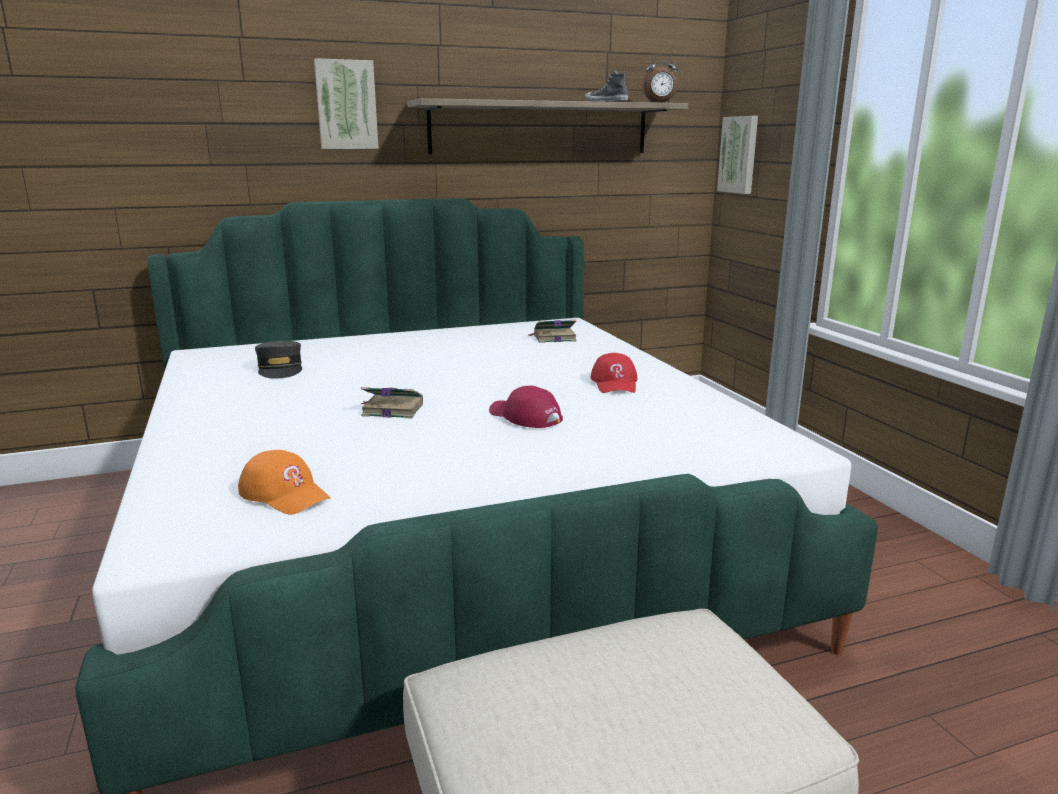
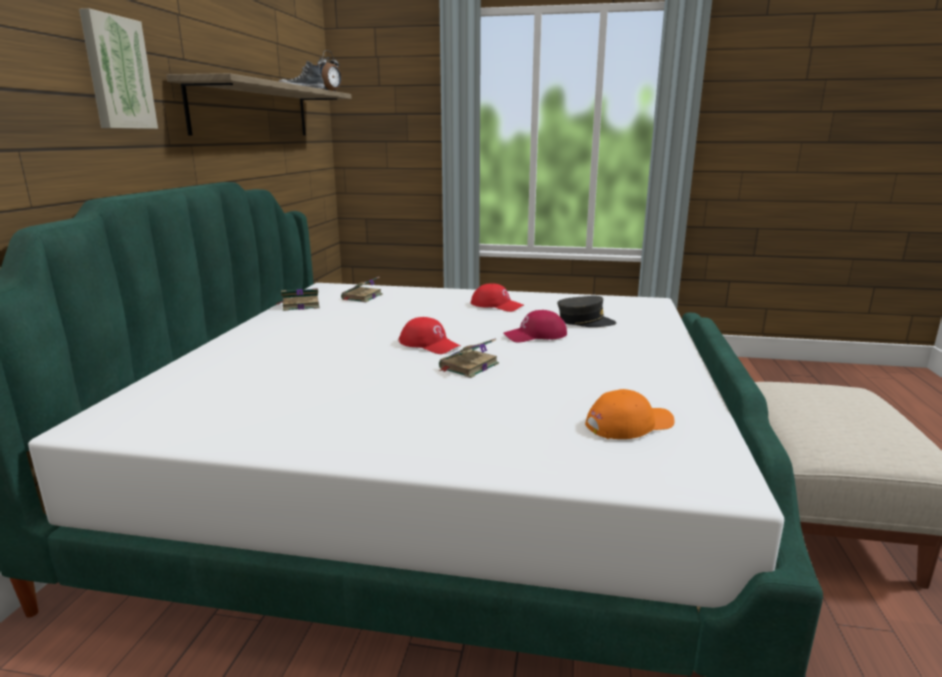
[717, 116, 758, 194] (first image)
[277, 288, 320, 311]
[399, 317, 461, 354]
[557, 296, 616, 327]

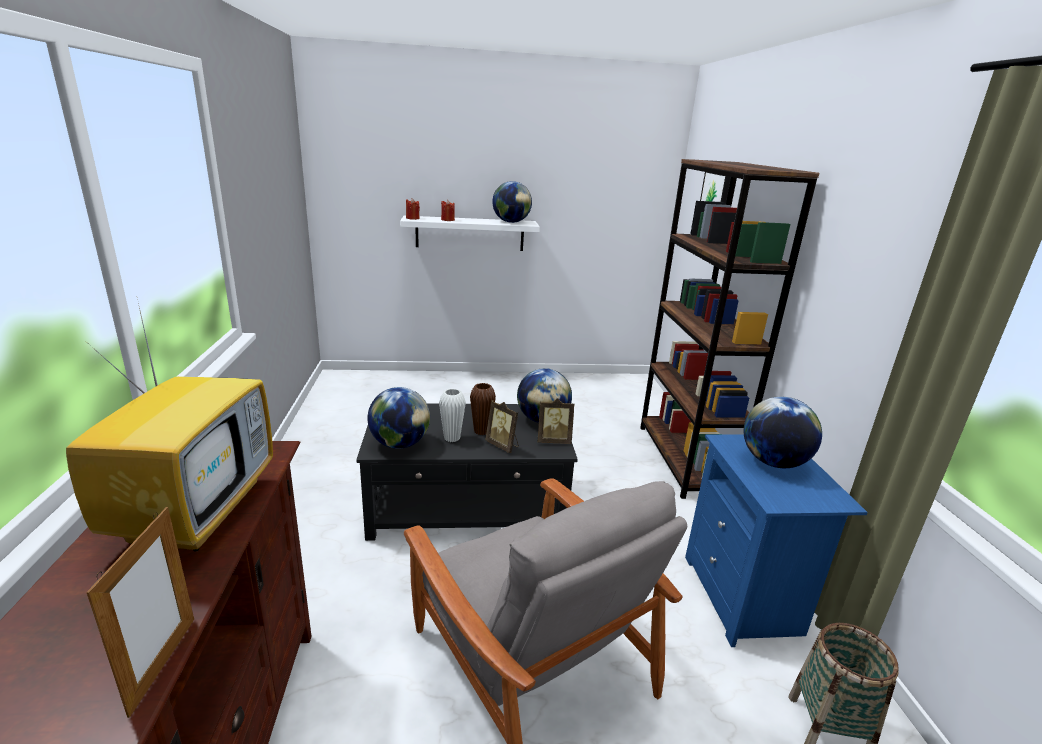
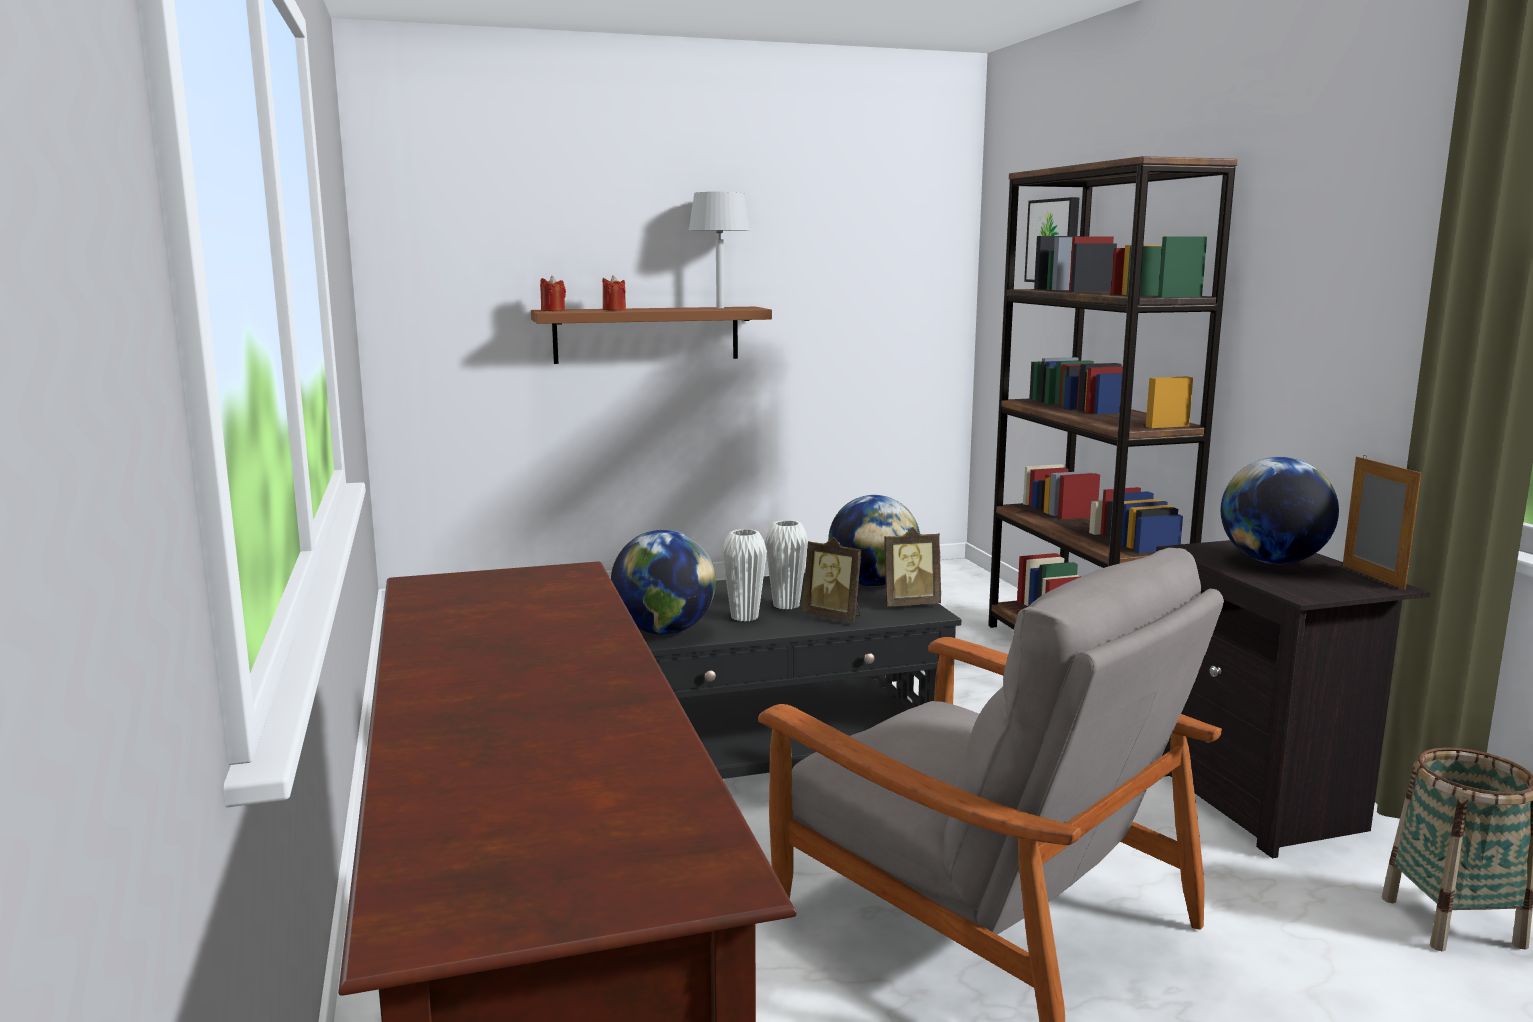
[66, 303, 273, 552] (first image)
[1343, 456, 1422, 590]
[689, 192, 750, 308]
[531, 307, 772, 364]
[765, 520, 808, 610]
[1156, 540, 1430, 858]

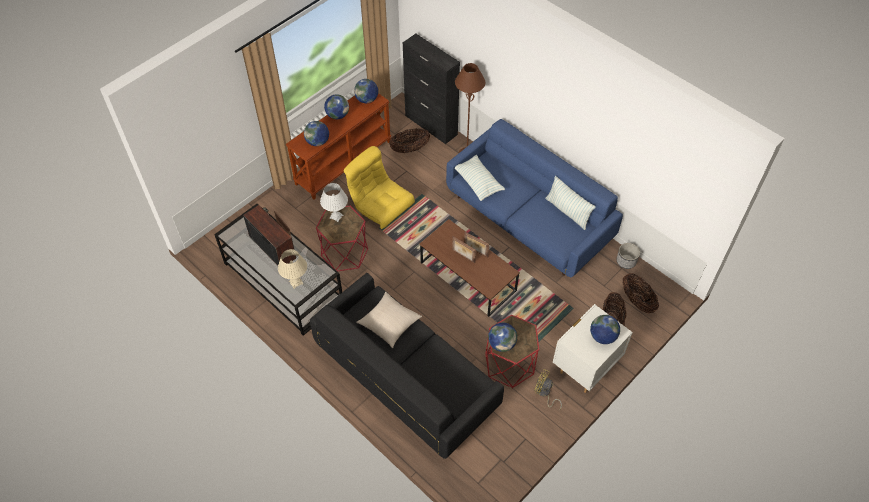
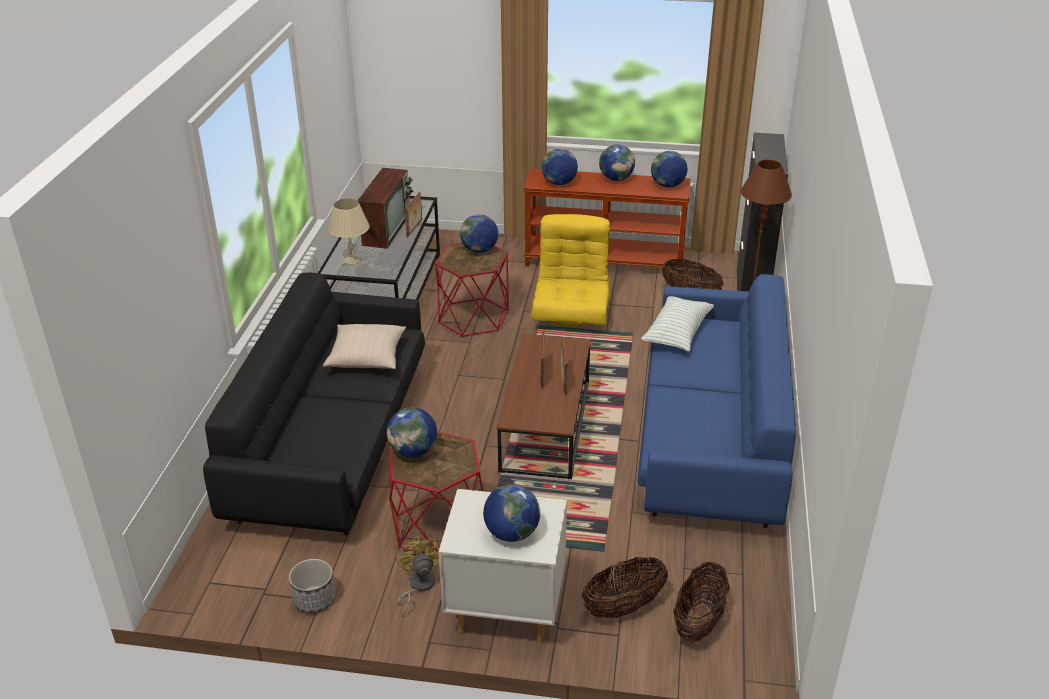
[545, 176, 596, 230] (first image)
[288, 559, 335, 613]
[460, 214, 498, 253]

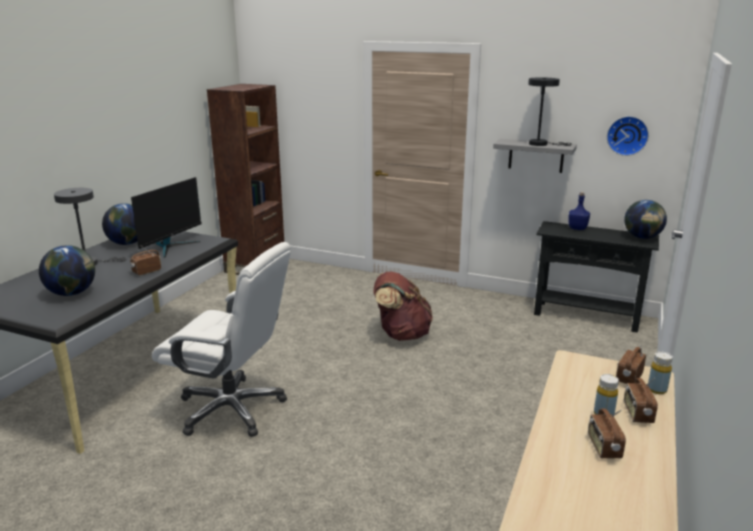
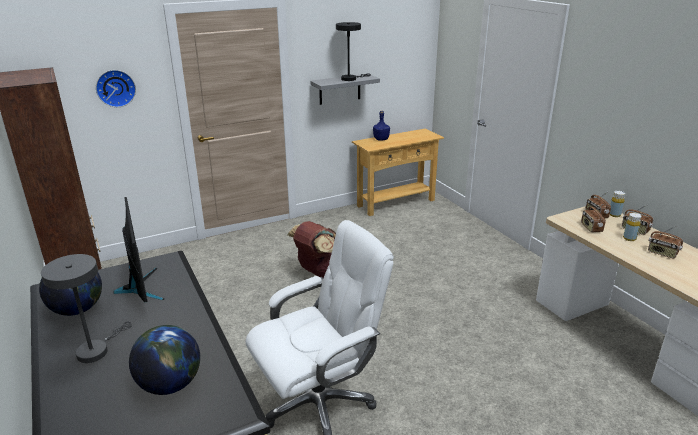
[624, 200, 667, 239] (first image)
[581, 205, 606, 232]
[96, 70, 136, 107]
[352, 128, 444, 216]

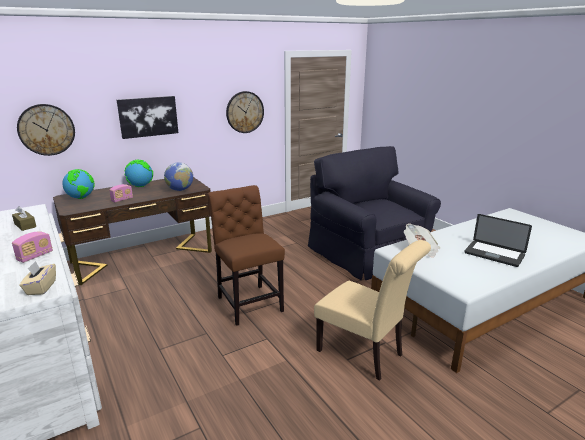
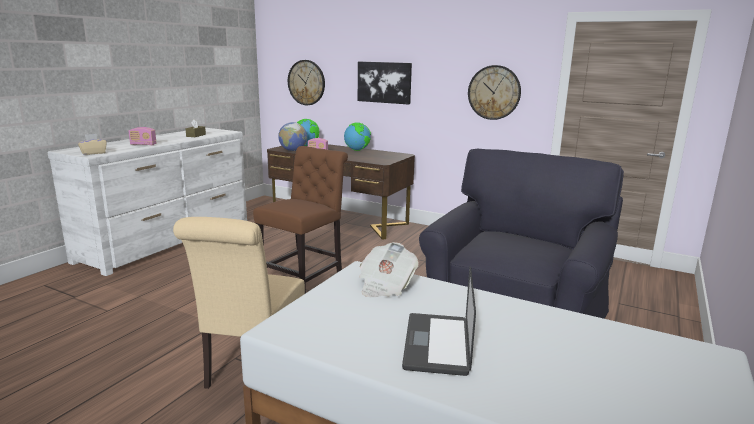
[278, 122, 307, 151]

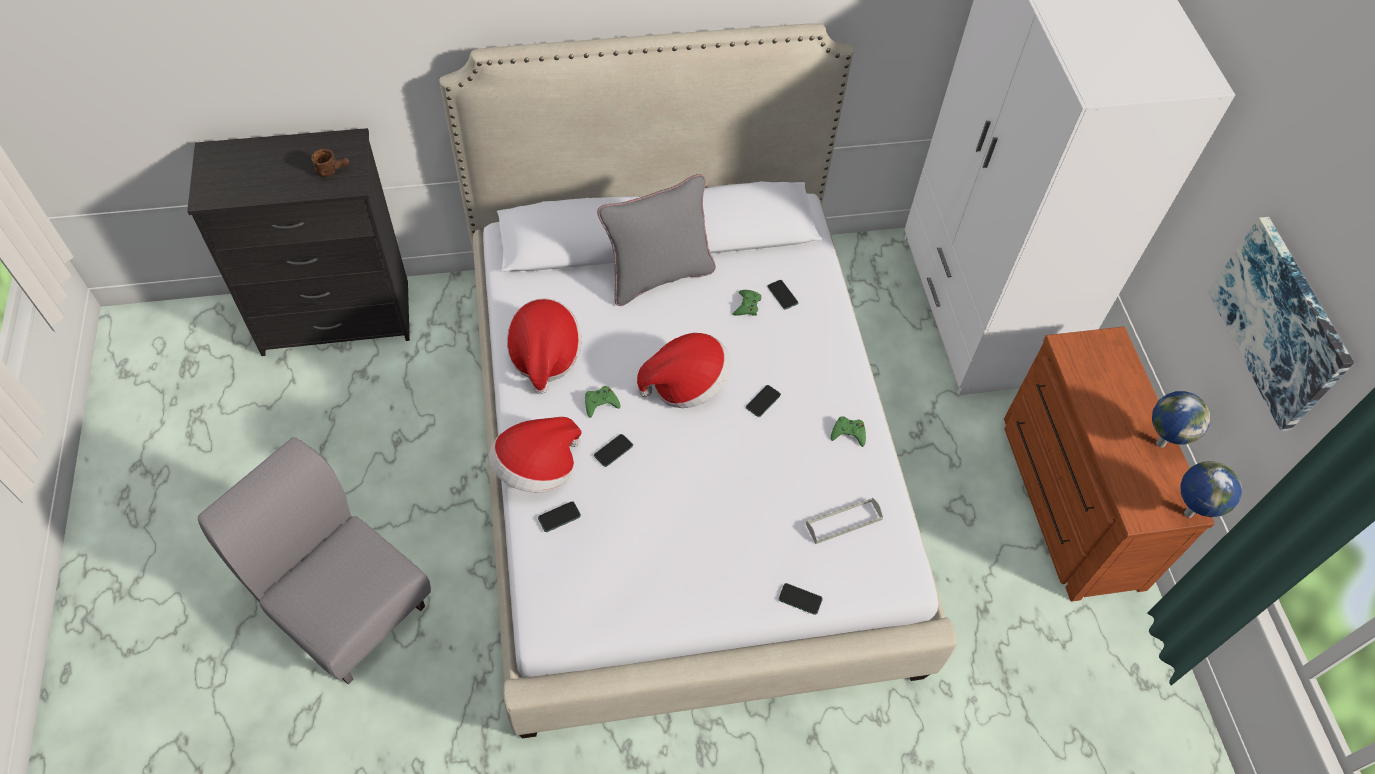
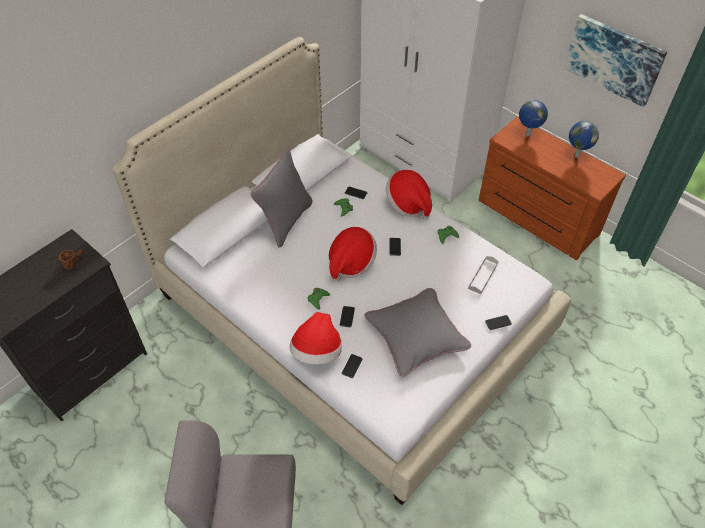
[364, 288, 471, 377]
[386, 170, 432, 220]
[519, 100, 548, 137]

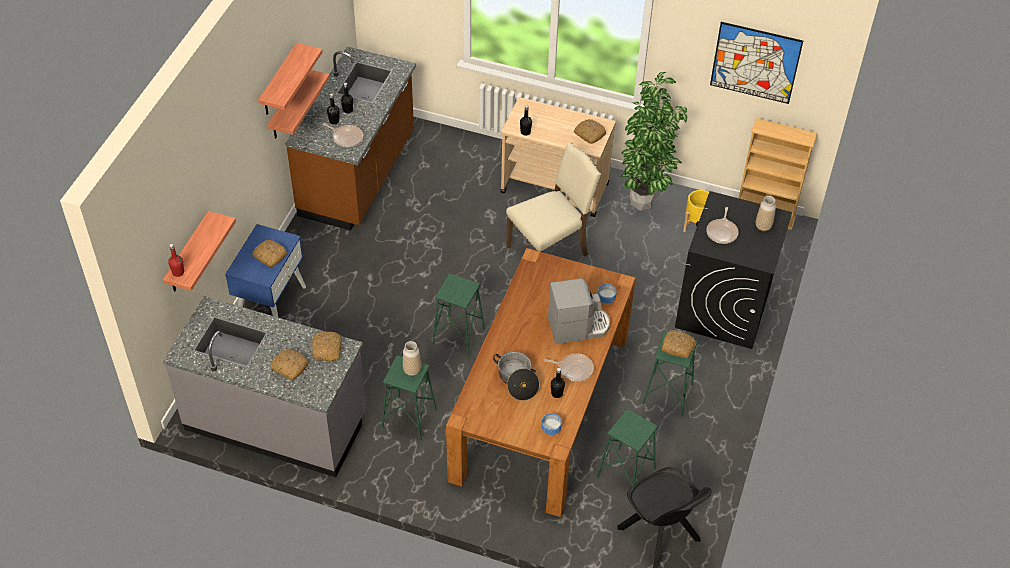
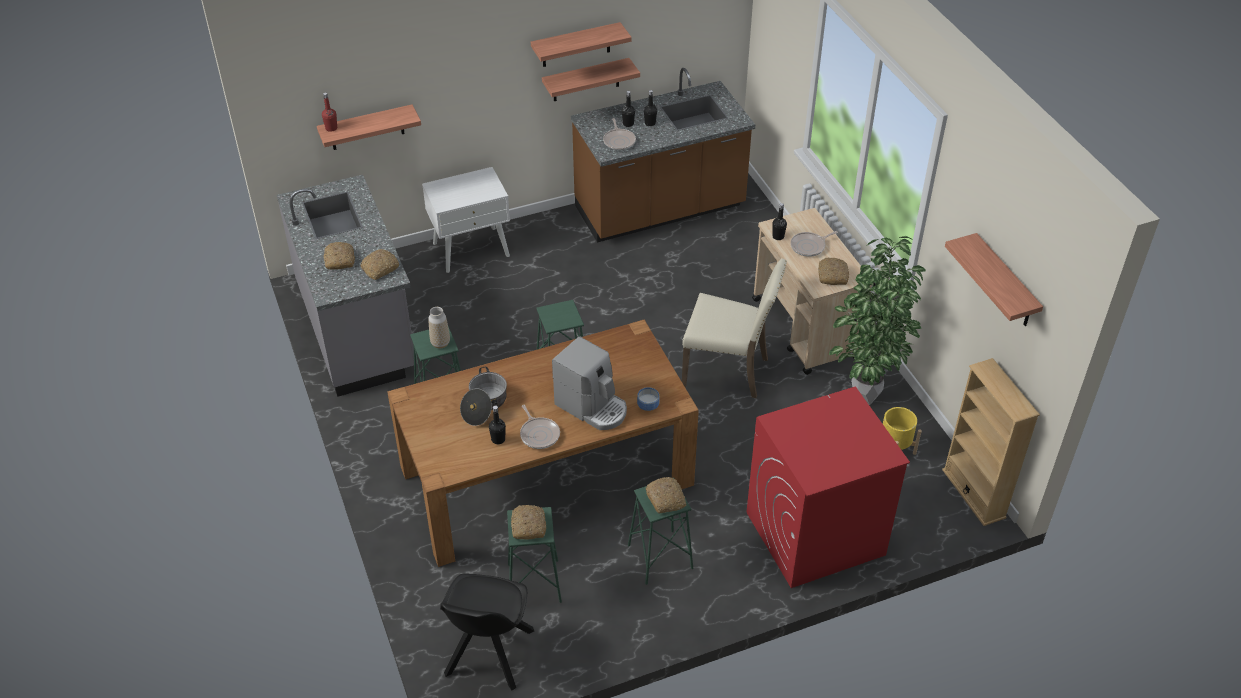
[542, 413, 562, 435] (first image)
[756, 196, 776, 231] (first image)
[511, 505, 546, 540]
[790, 231, 838, 257]
[945, 233, 1043, 326]
[422, 167, 510, 273]
[746, 387, 910, 588]

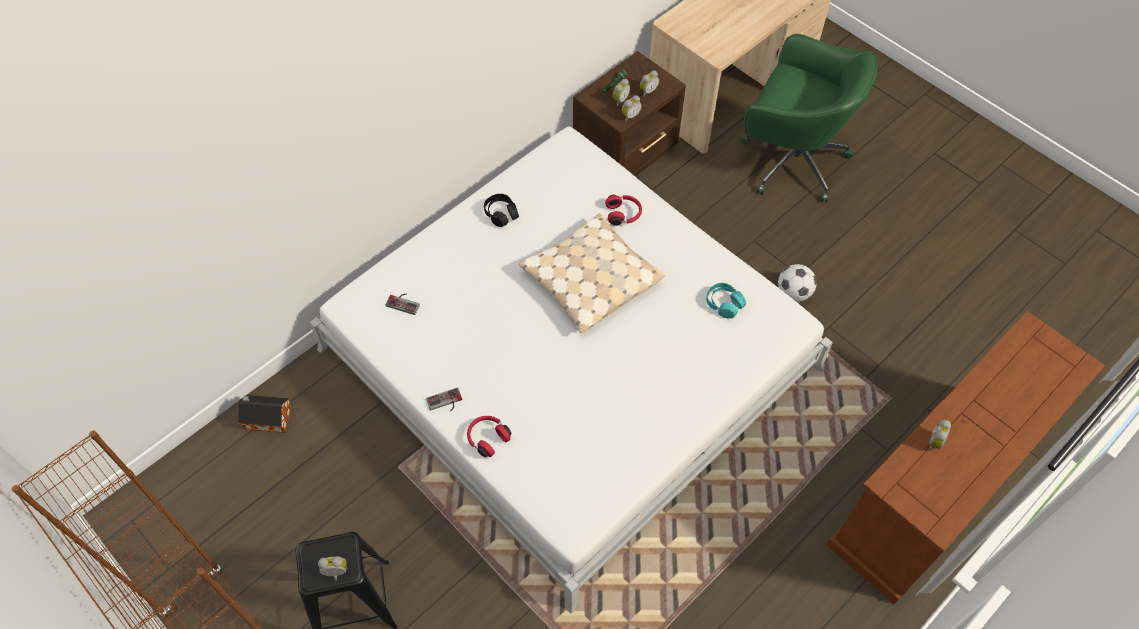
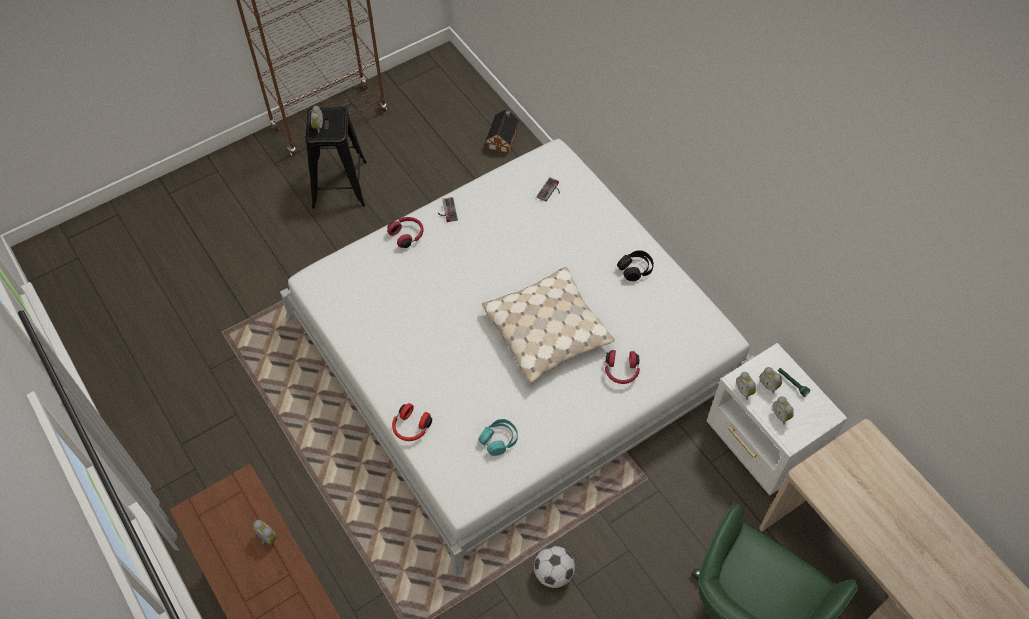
[392, 403, 432, 441]
[707, 343, 847, 495]

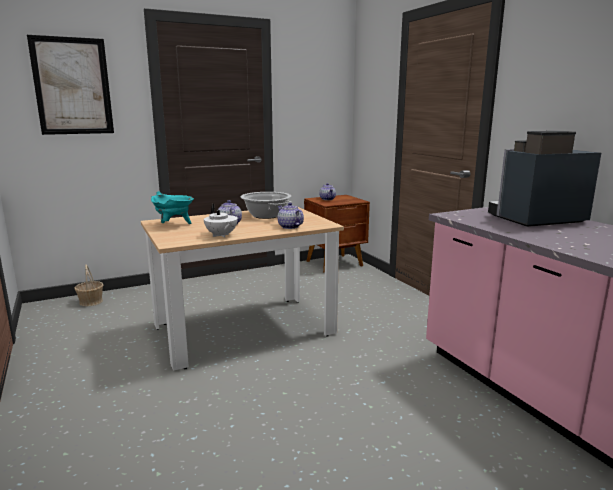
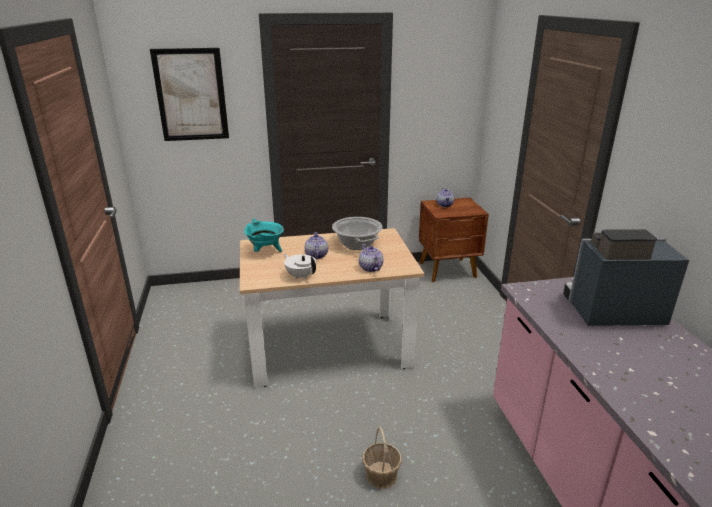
[362, 427, 402, 489]
[284, 254, 316, 279]

